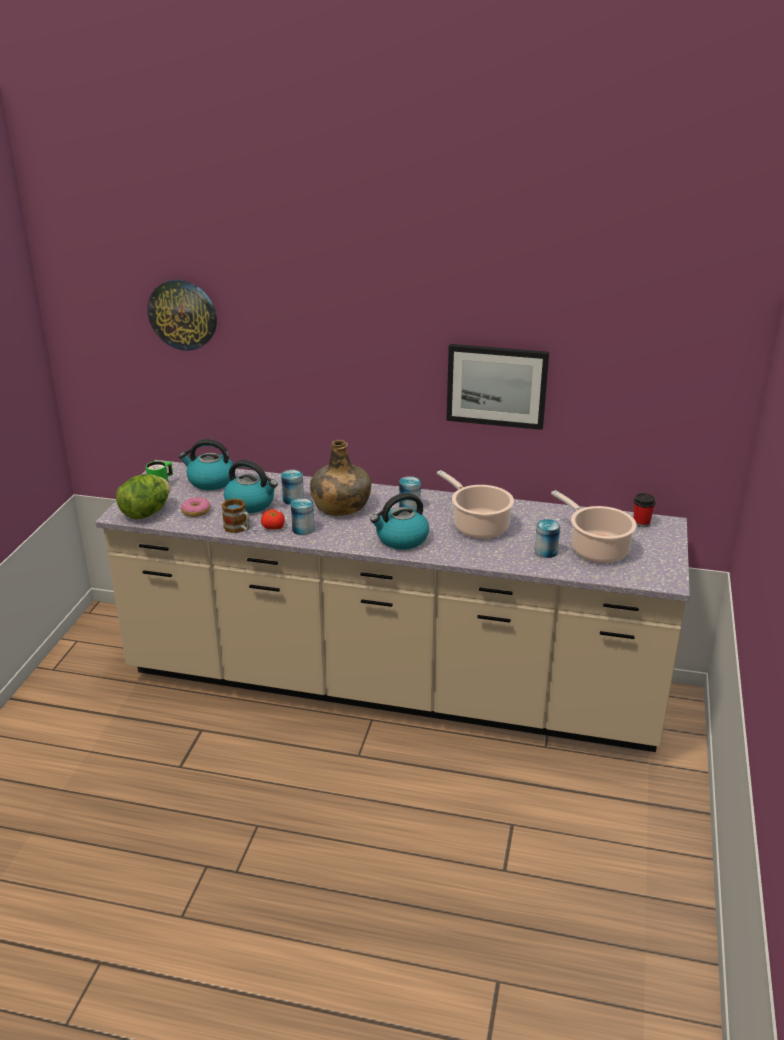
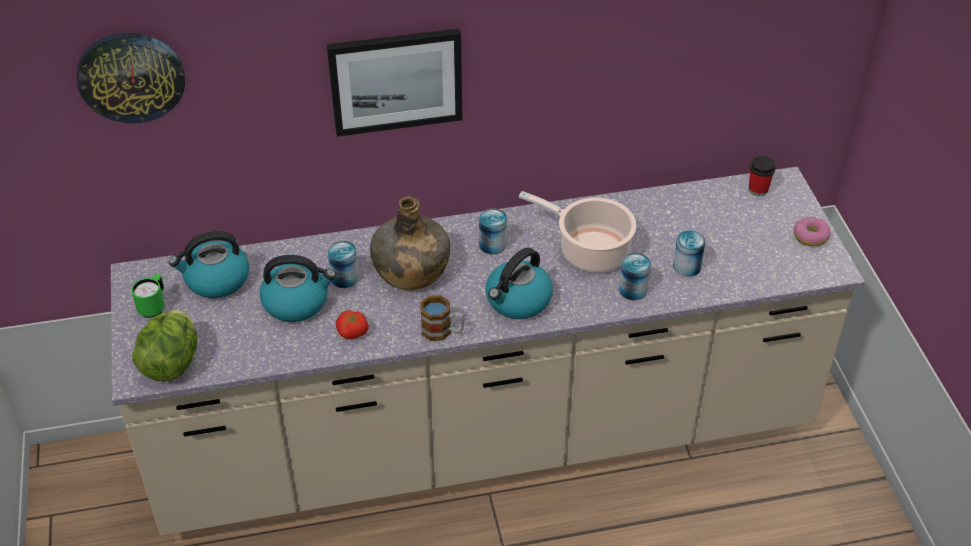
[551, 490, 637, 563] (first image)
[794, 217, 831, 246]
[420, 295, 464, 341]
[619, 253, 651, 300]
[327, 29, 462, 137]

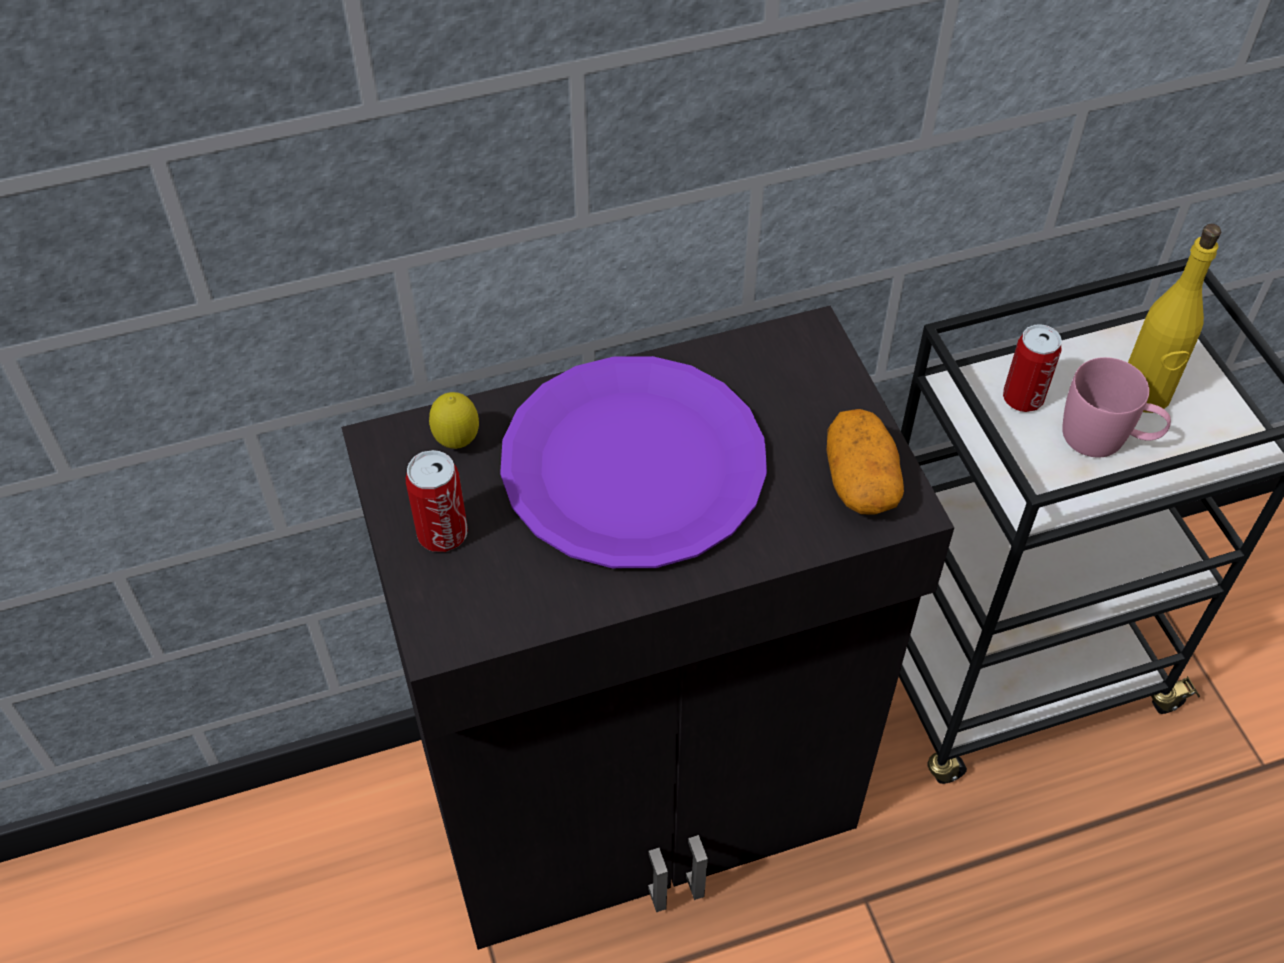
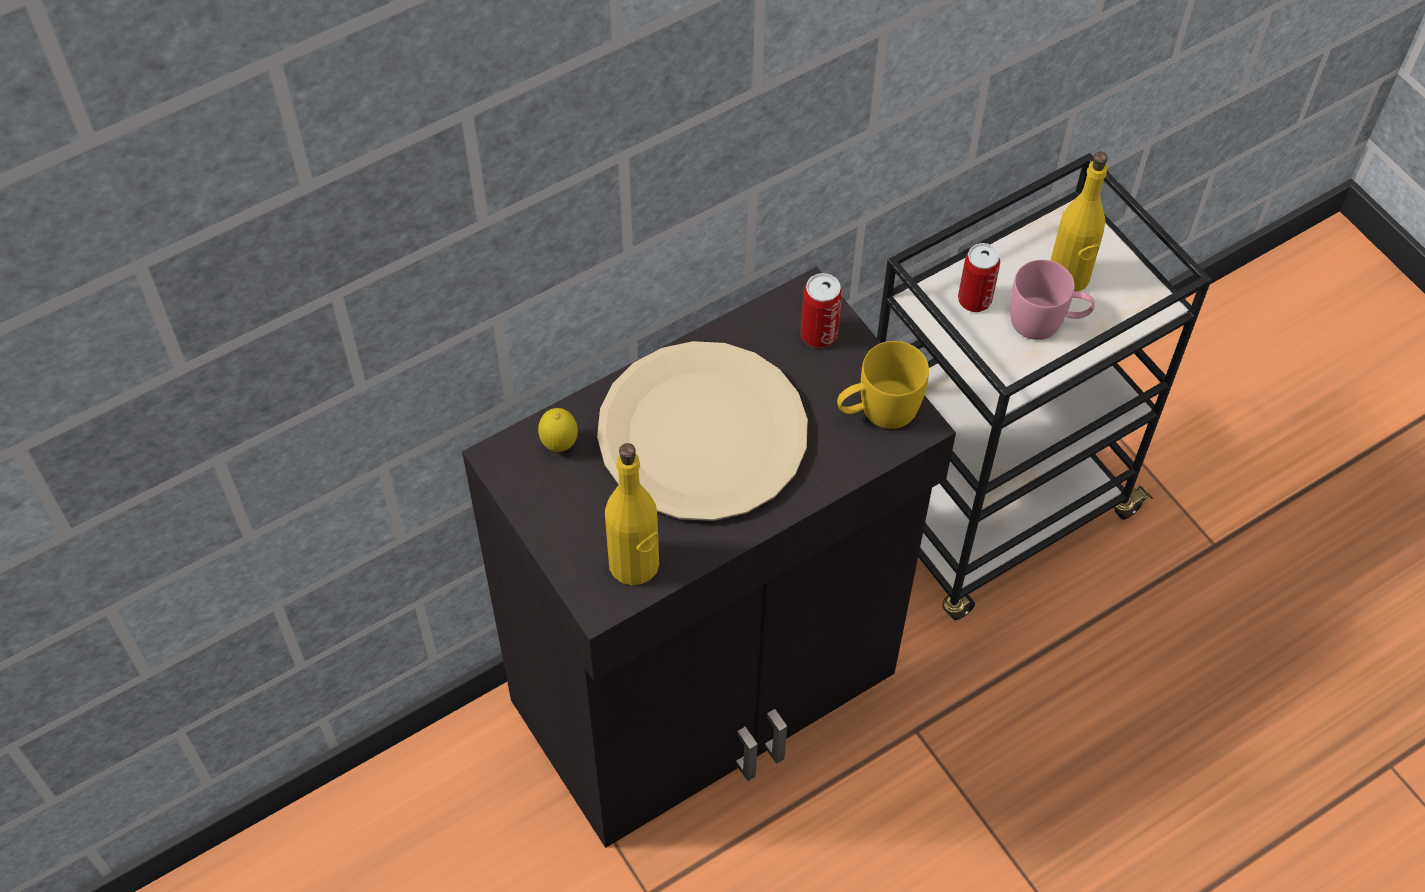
[605, 443, 659, 585]
[801, 273, 842, 348]
[837, 341, 929, 429]
[597, 341, 808, 521]

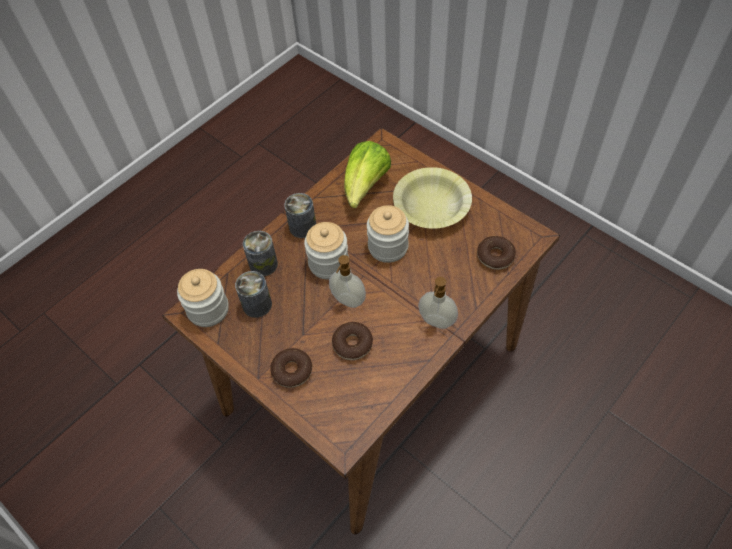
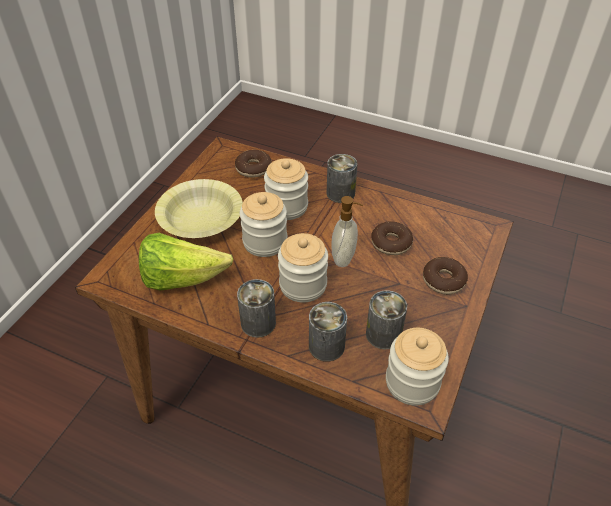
[264, 158, 308, 220]
[327, 154, 357, 203]

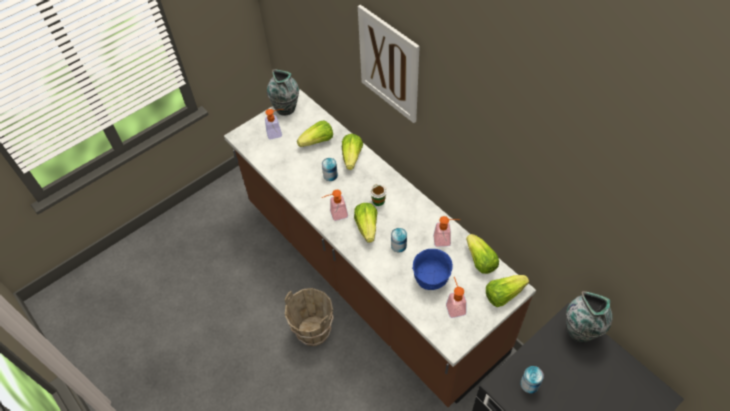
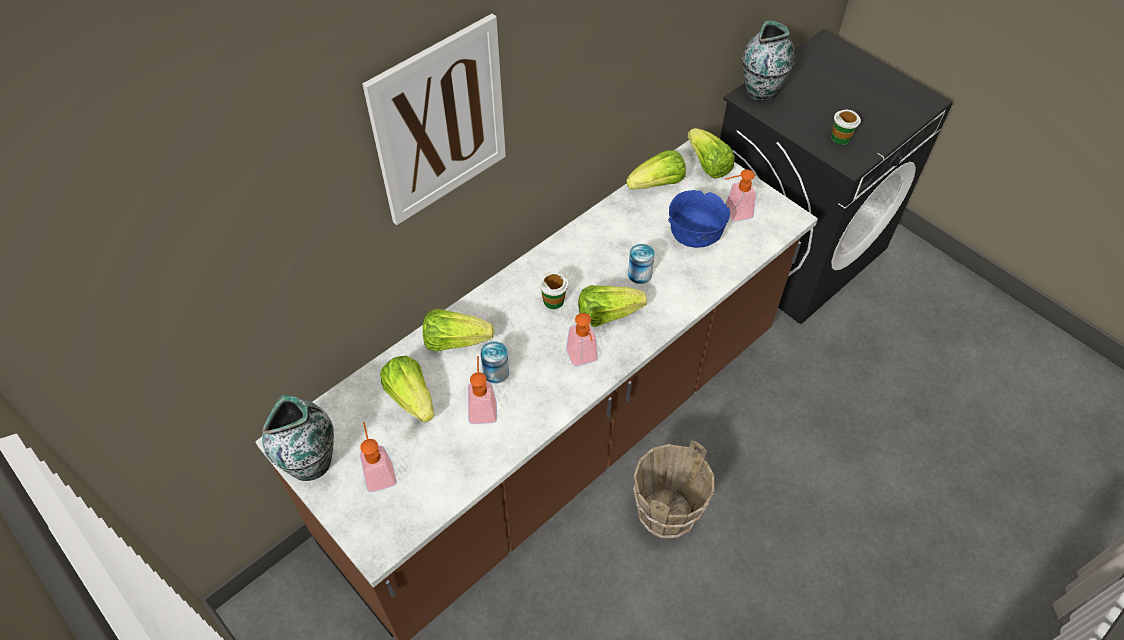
[468, 356, 497, 424]
[831, 110, 861, 145]

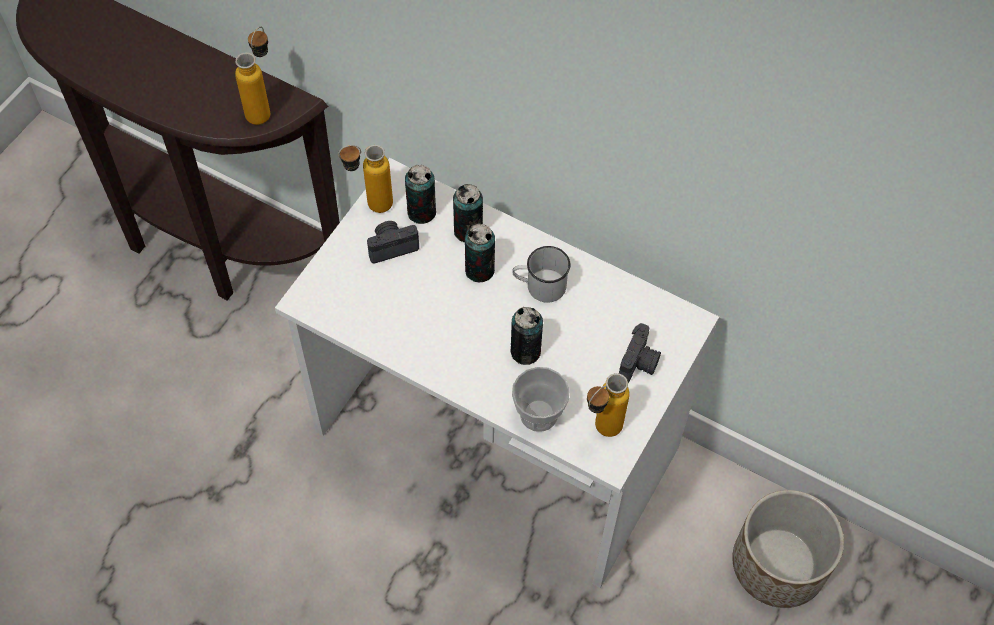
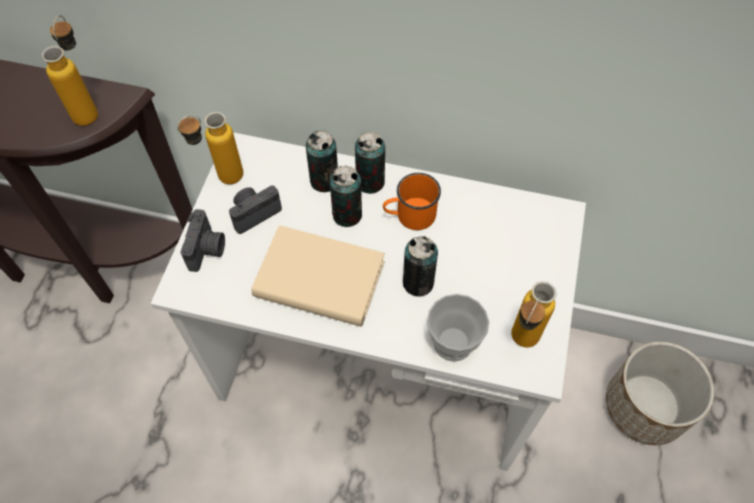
[252, 225, 385, 326]
[355, 132, 385, 194]
[180, 209, 225, 272]
[383, 173, 441, 230]

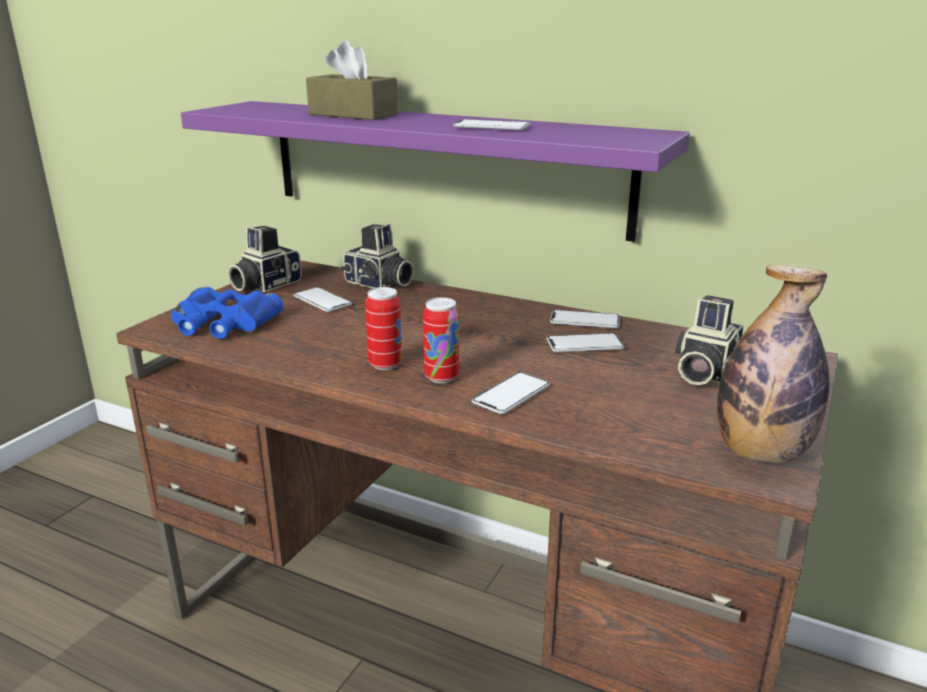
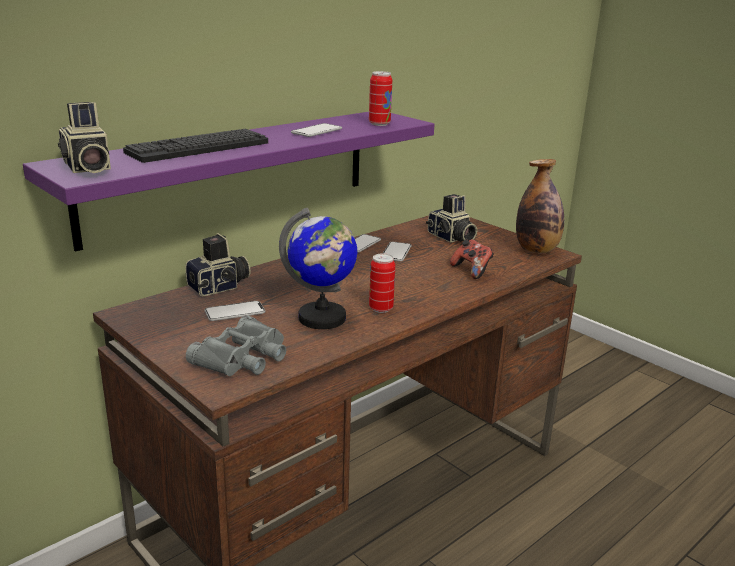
[472, 372, 550, 414] (first image)
[279, 208, 357, 329]
[450, 239, 494, 279]
[58, 102, 111, 173]
[369, 71, 392, 126]
[123, 129, 268, 163]
[186, 315, 286, 376]

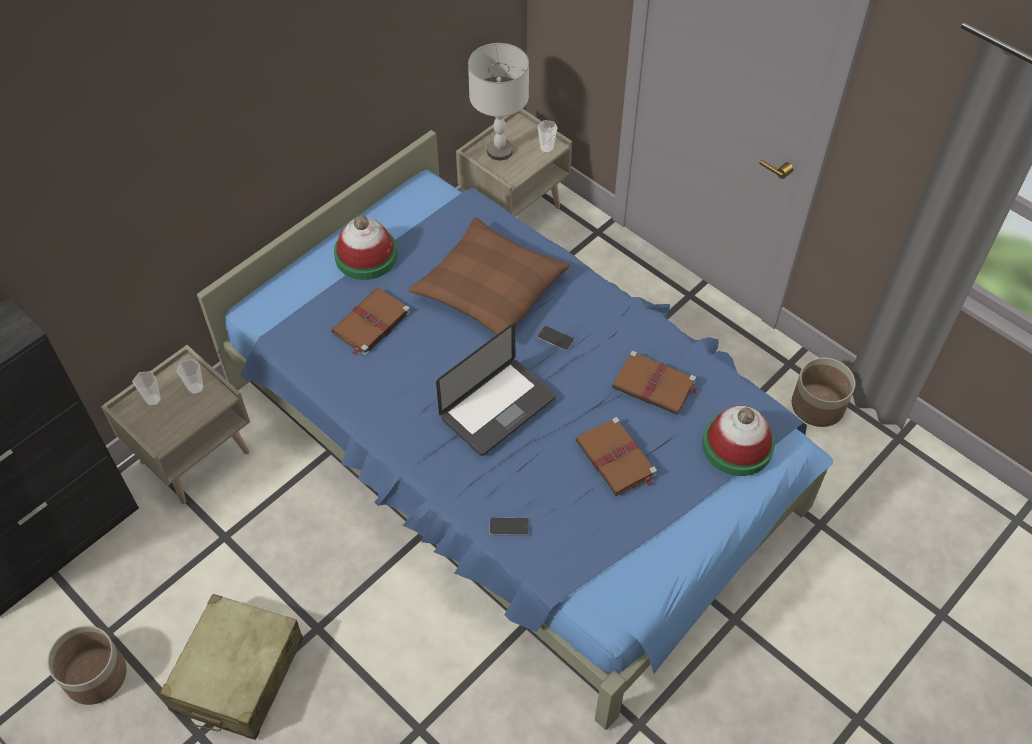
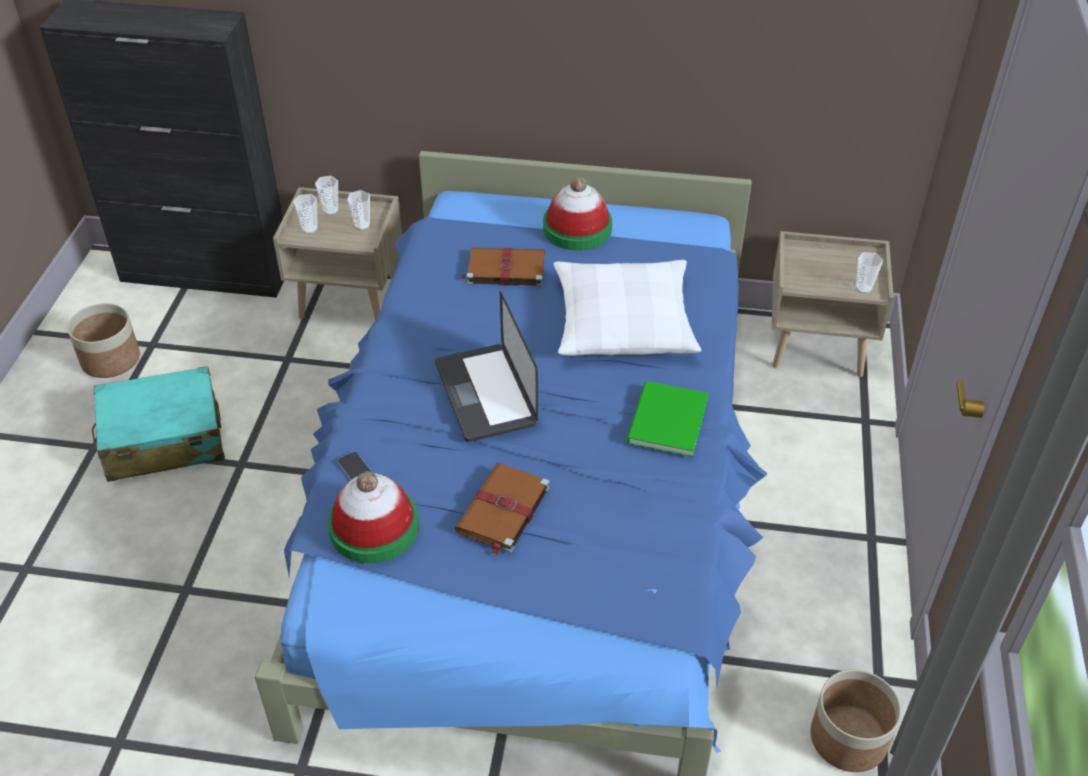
[468, 43, 529, 160] (first image)
[537, 326, 575, 351] (first image)
[612, 351, 699, 415] (first image)
[293, 194, 318, 234]
[627, 381, 709, 457]
[328, 471, 419, 563]
[92, 366, 225, 482]
[553, 260, 701, 356]
[435, 291, 538, 442]

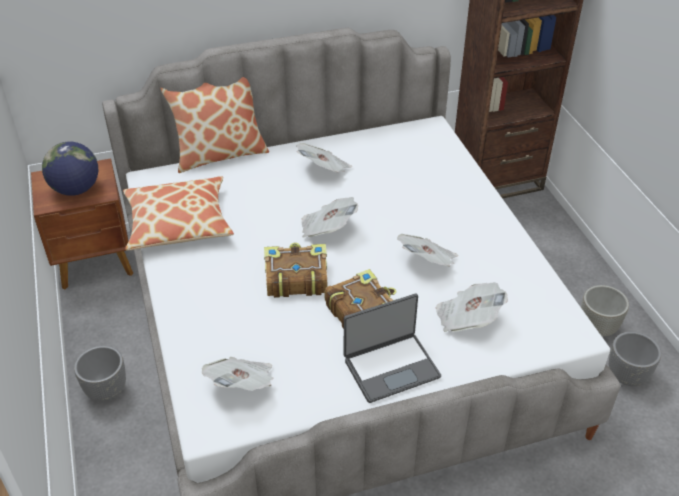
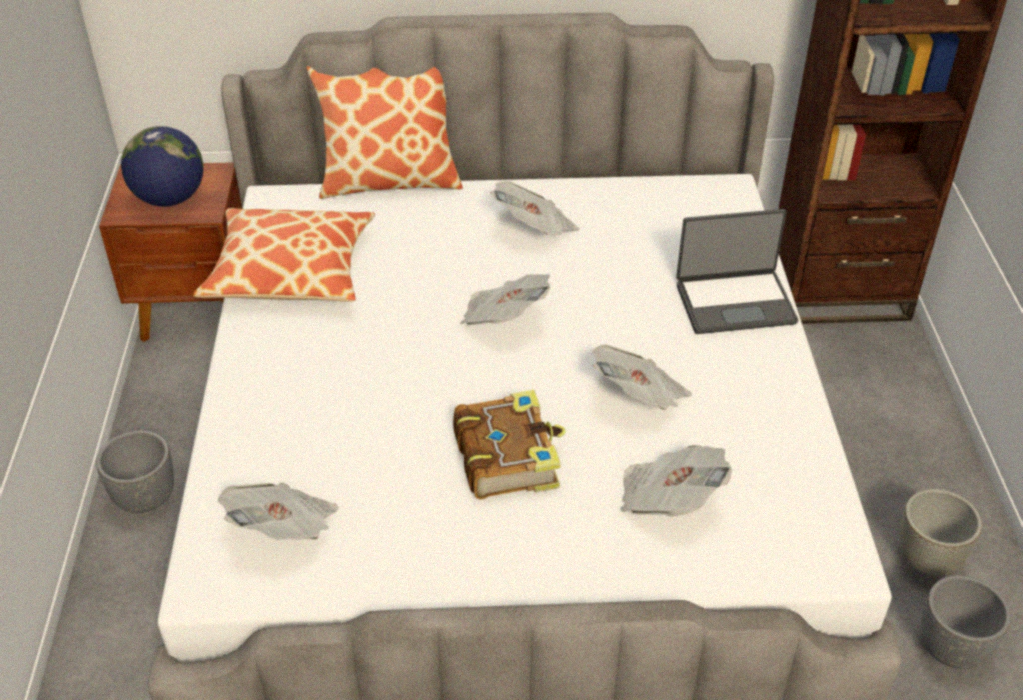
[264, 243, 327, 298] (first image)
[676, 209, 799, 334]

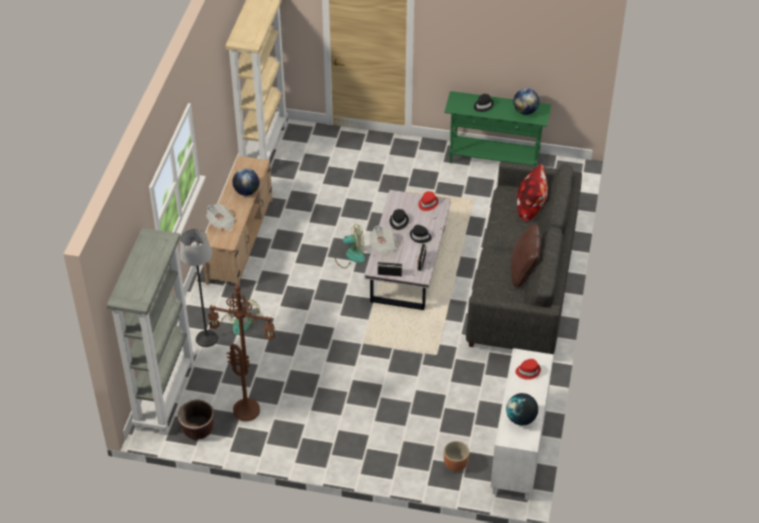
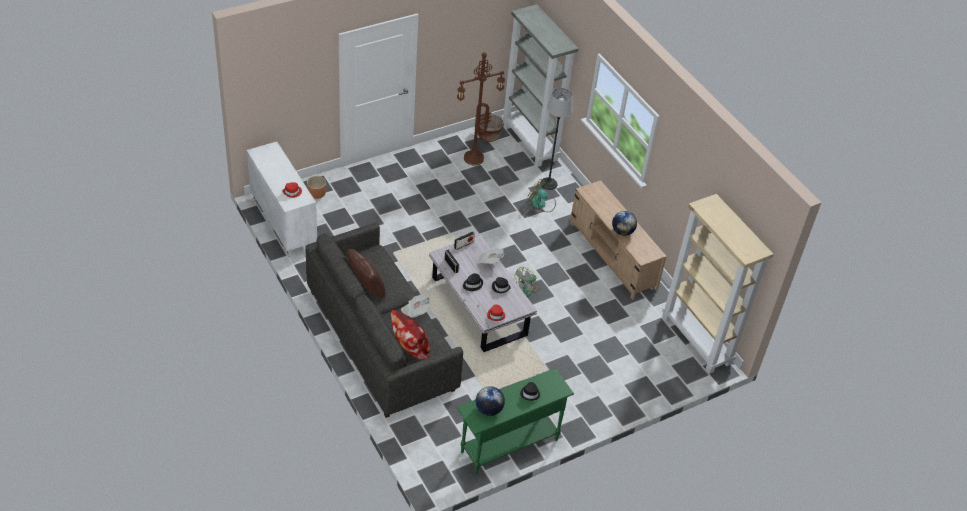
[506, 393, 538, 425] (first image)
[401, 294, 431, 318]

